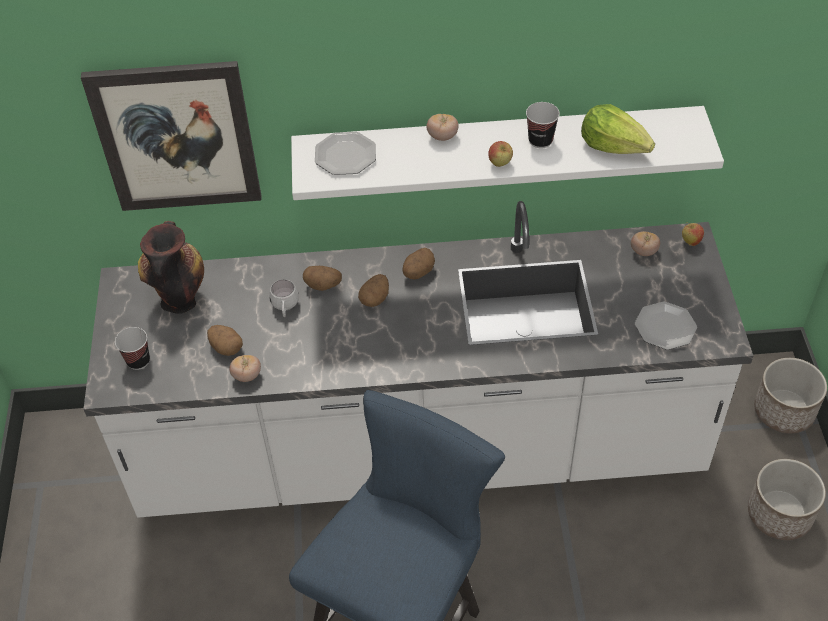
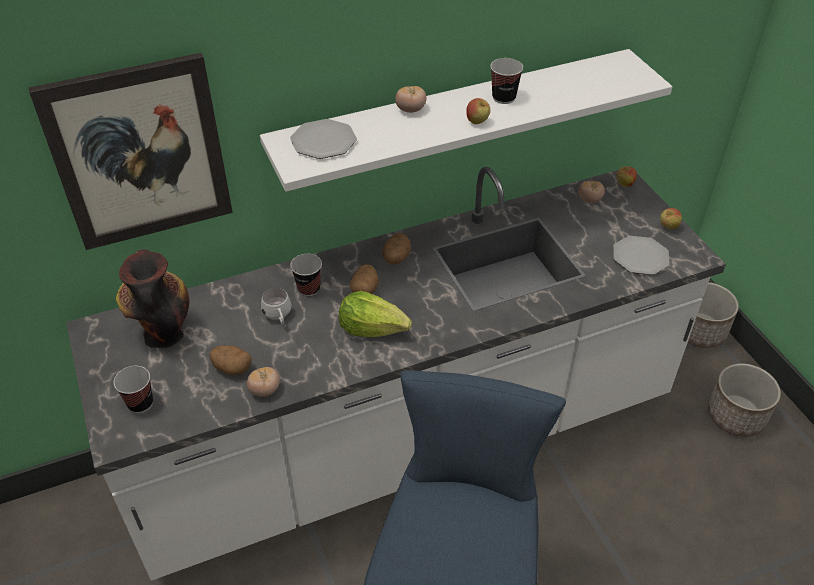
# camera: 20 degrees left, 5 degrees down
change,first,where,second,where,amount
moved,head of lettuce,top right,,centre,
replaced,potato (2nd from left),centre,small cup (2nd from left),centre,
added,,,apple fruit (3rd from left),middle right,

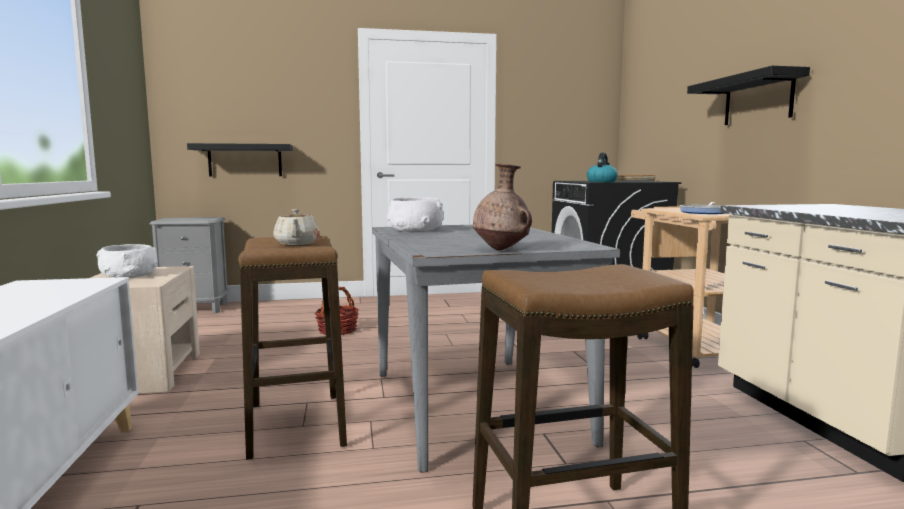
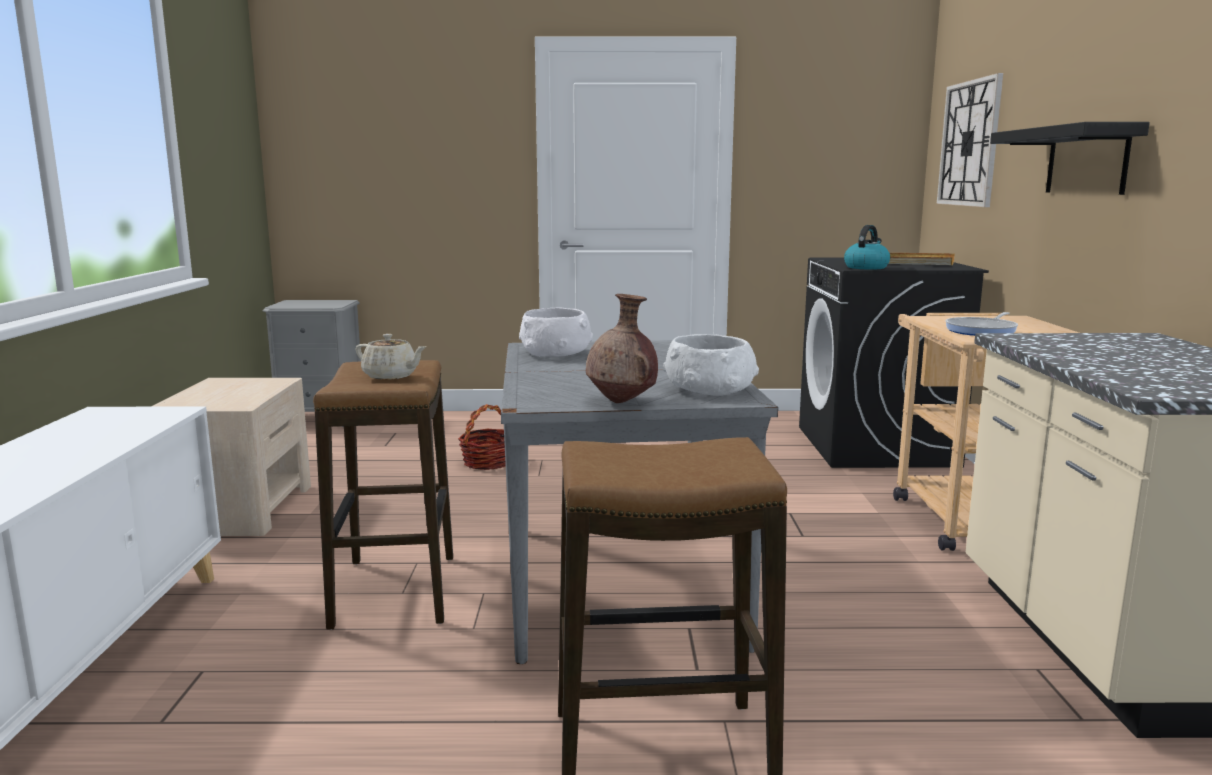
# camera: 10 degrees right, 5 degrees up
change,first,where,second,where,amount
removed,blackish wall shelf (1st from left),top left,,,
turned,beige-coloured tea pot,middle left,,middle left,60 degrees counterclockwise
moved,white serving bowl (1st from left in the first image),middle left,white serving bowl (2nd from left),centre,
added,,,hanging clock,top right,

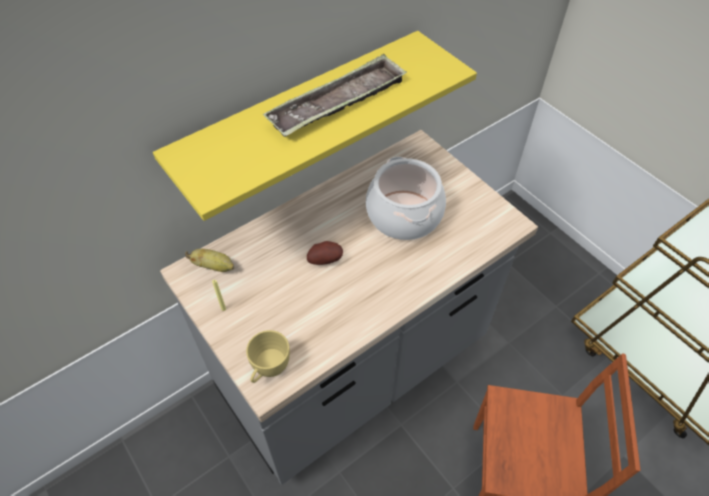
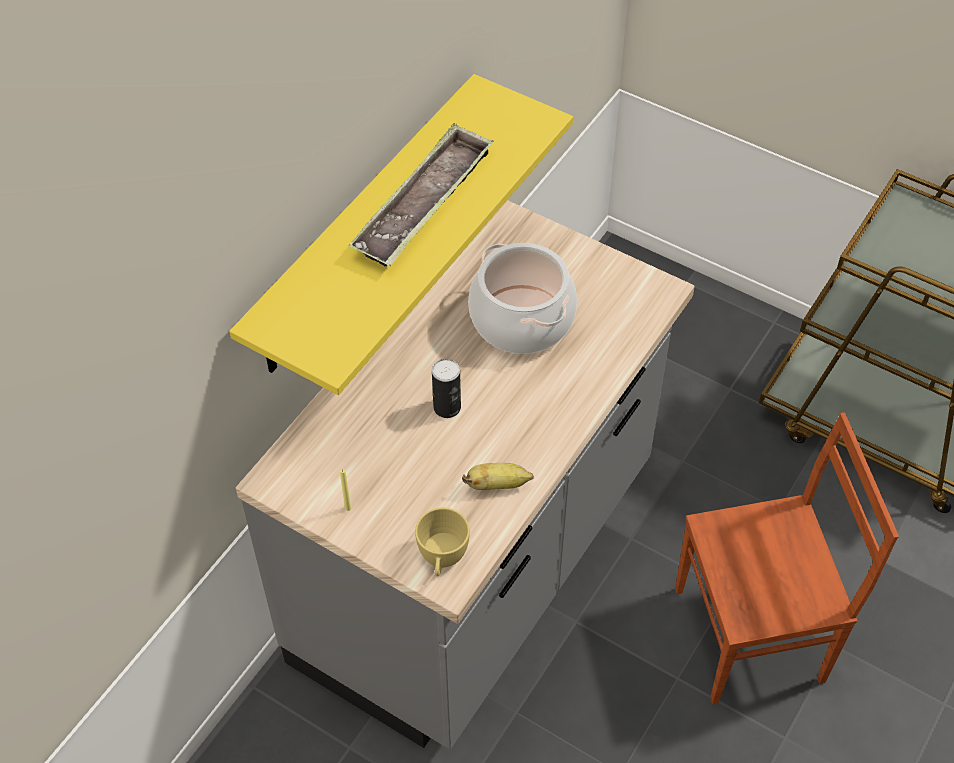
# camera: 20 degrees left, 0 degrees up
change,first,where,second,where,amount
replaced,potato,centre,can,centre,
moved,banana fruit,middle left,,centre,

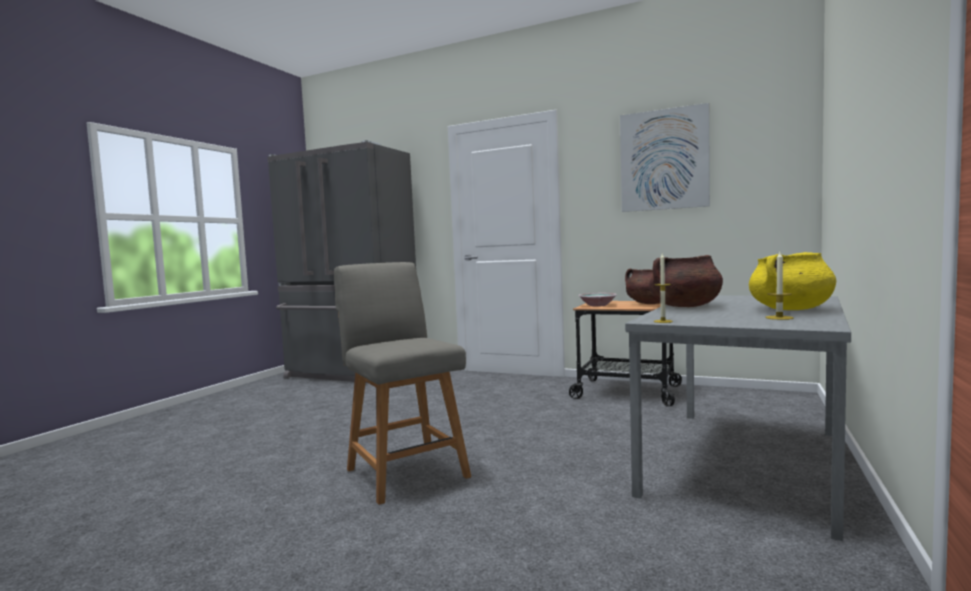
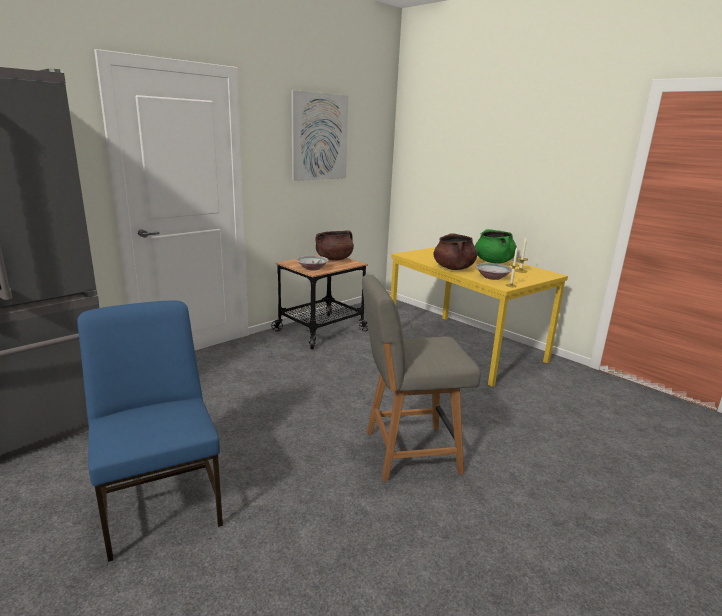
# camera: 70 degrees left, 15 degrees up
change,first,where,second,where,amount
recoloured,yellow-coloured cooking pot,middle right,green cooking pot,middle right,
recoloured,greyish kitchen table,bottom right,yellow-coloured kitchen table,centre,
added,,,serving bowl (2nd from left),middle right,
added,,,blue-coloured plain chair,bottom left,

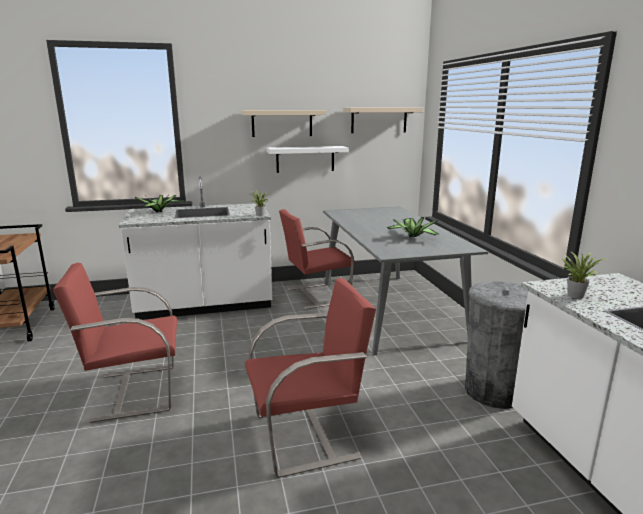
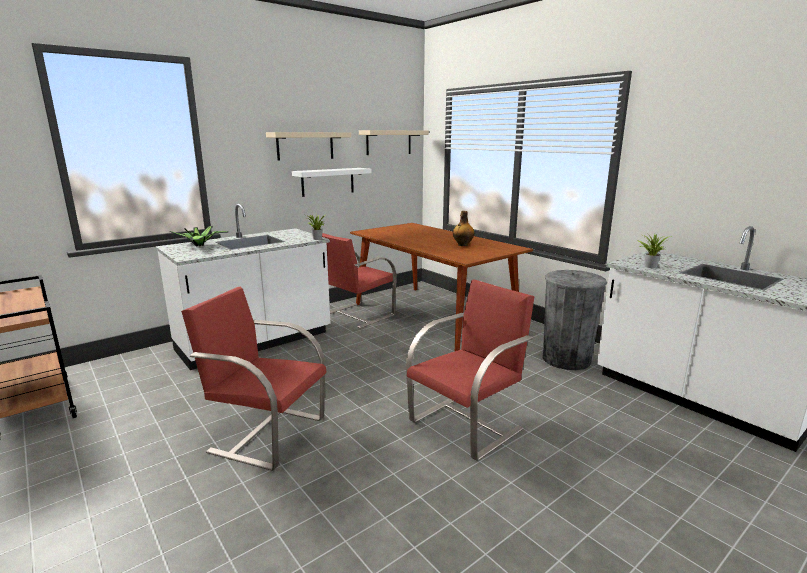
# camera: 25 degrees left, 0 degrees up
change,first,where,second,where,amount
recoloured,greyish kitchen table,centre,brown-coloured kitchen table,centre,
replaced,houseplant (3rd from left),centre,bottle,centre,
turned,red-coloured plain chair (1st from left),bottom left,,middle left,60 degrees clockwise

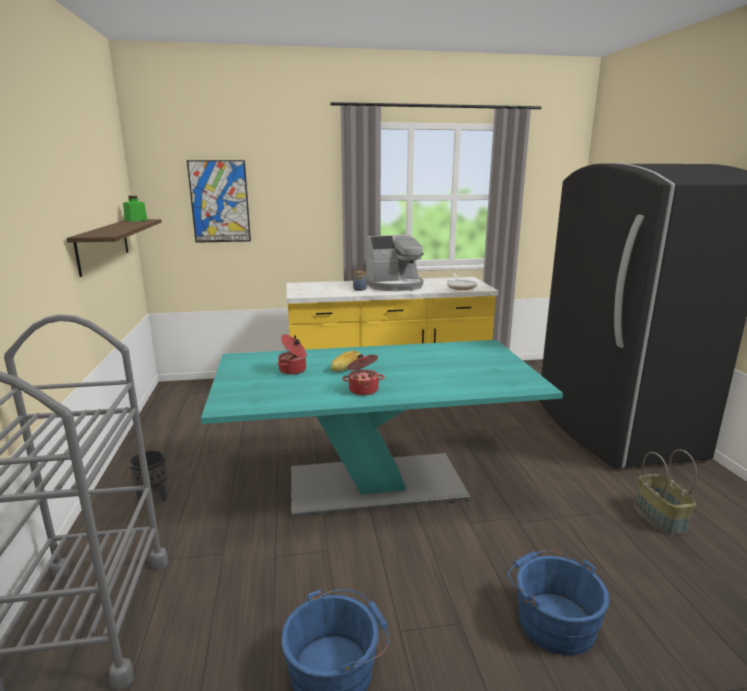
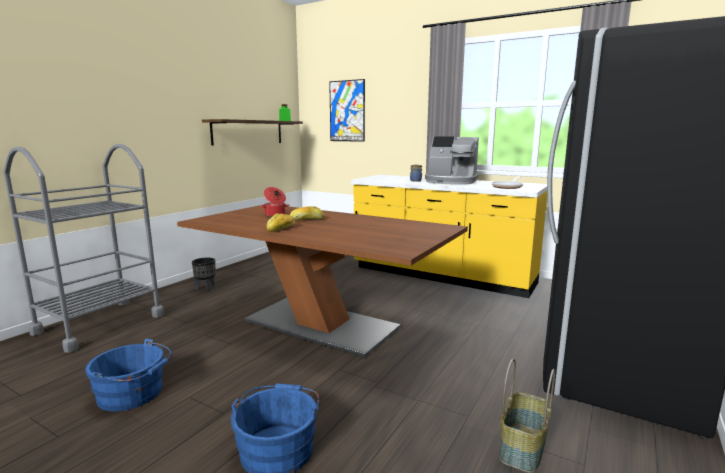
# camera: 40 degrees right, 5 degrees down
change,first,where,second,where,amount
recoloured,turquoise kitchen table,centre,brown-coloured kitchen table,centre,
replaced,cooking pot (2nd from left),centre,bread (1st from left),centre,

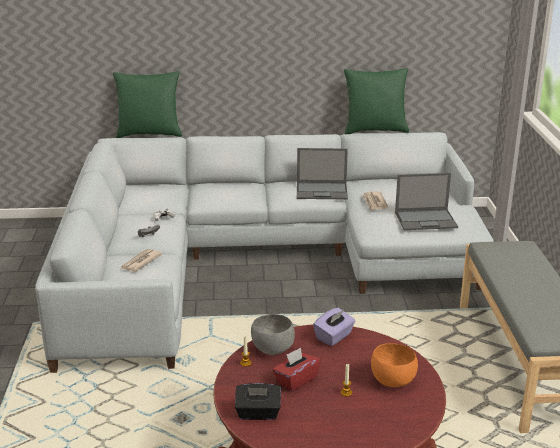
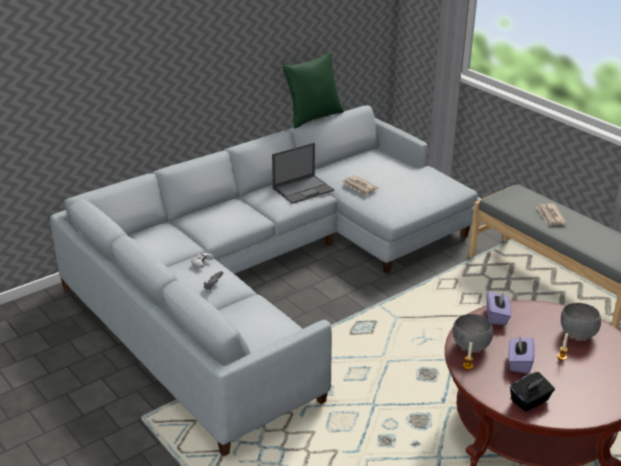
# camera: 35 degrees left, 5 degrees up
change,first,where,second,where,amount
removed,green pillow (1st from left),top left,,,
removed,portable computer (2nd from left),middle right,,,
moved,printed paper (1st from left in the first image),middle left,printed paper (2nd from left),middle right,
recoloured,orange serving bowl,bottom right,greyish serving bowl (2nd from left),bottom right,
recoloured,red-coloured tissue box,bottom centre,purple tissue box (2nd from left),bottom right,

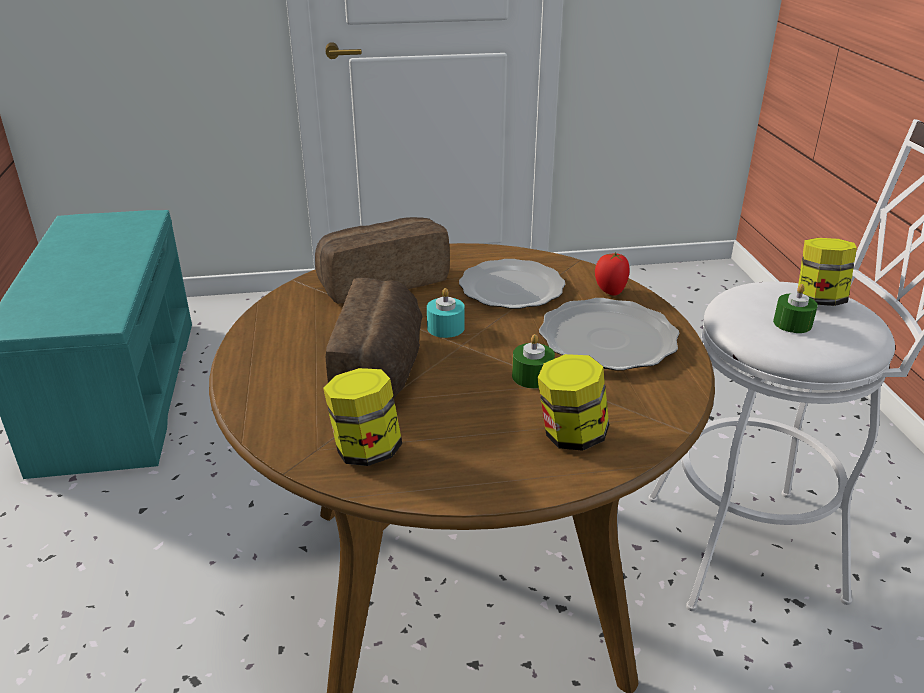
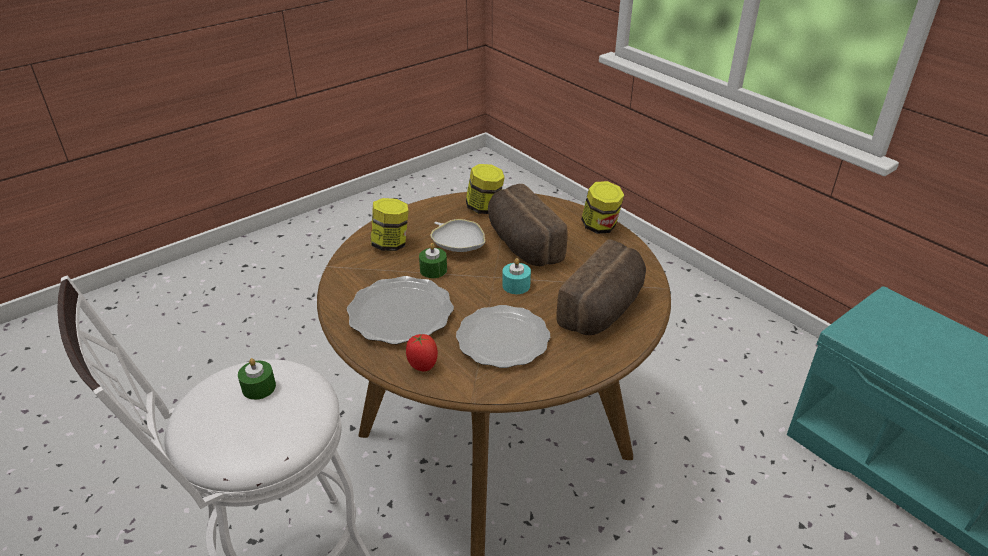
# camera: 150 degrees right, 5 degrees up
change,first,where,second,where,amount
moved,preserve jar (3rd from left),middle right,,centre,
added,,,white serving bowl,centre,

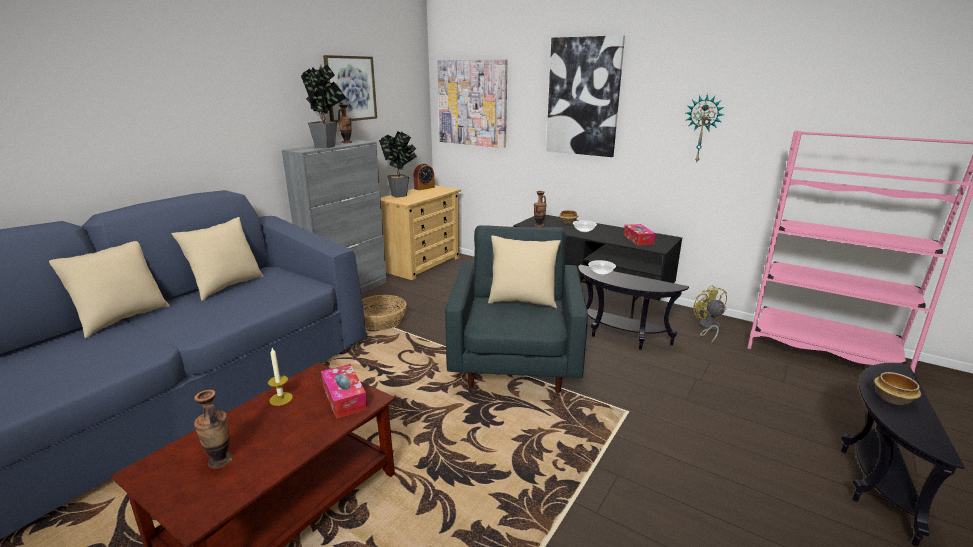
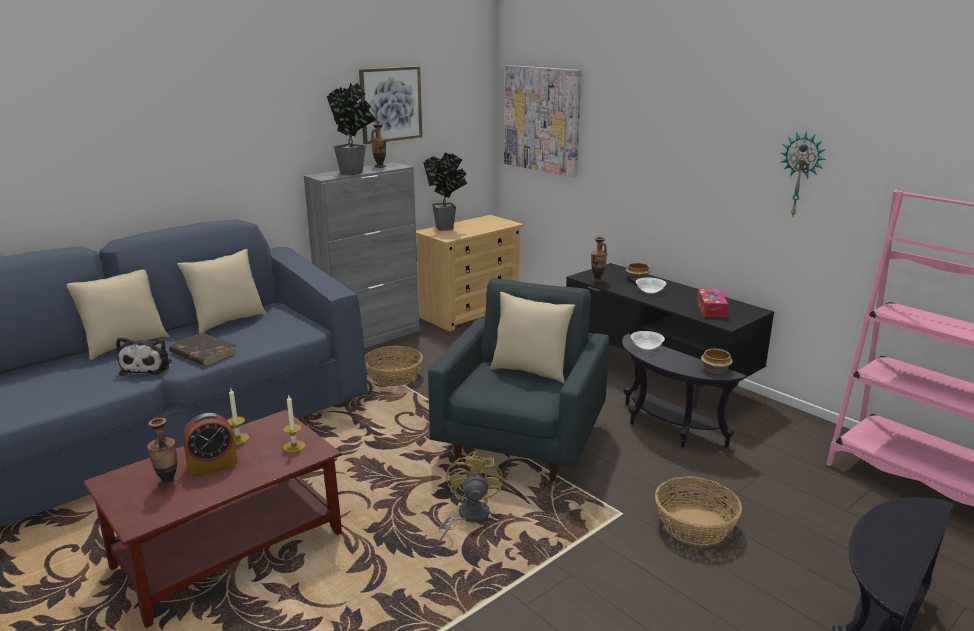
# camera: 15 degrees right, 0 degrees up
change,first,where,second,where,amount
removed,wall art (3rd from left),top centre,,,
moved,alarm clock,top centre,,bottom left,
moved,yellow-coloured fan,middle right,,bottom centre,
replaced,tissue box (1st from left),bottom centre,wax candle (2nd from left),bottom left,
moved,serving bowl (4th from left),bottom right,,middle right,
added,,,brown-coloured bound book,middle left,
added,,,plush toy,middle left,
added,,,basket (2nd from left),bottom right,

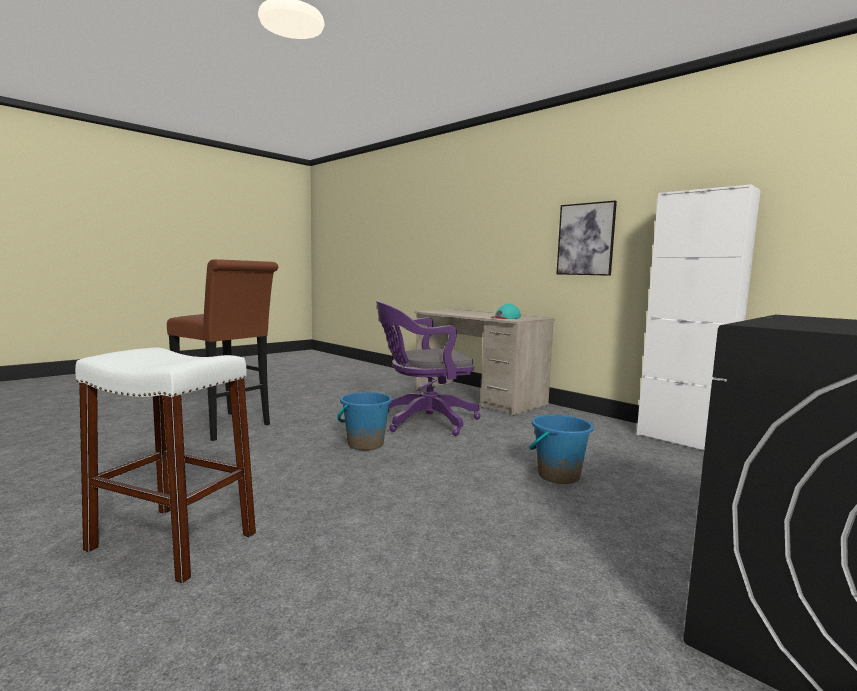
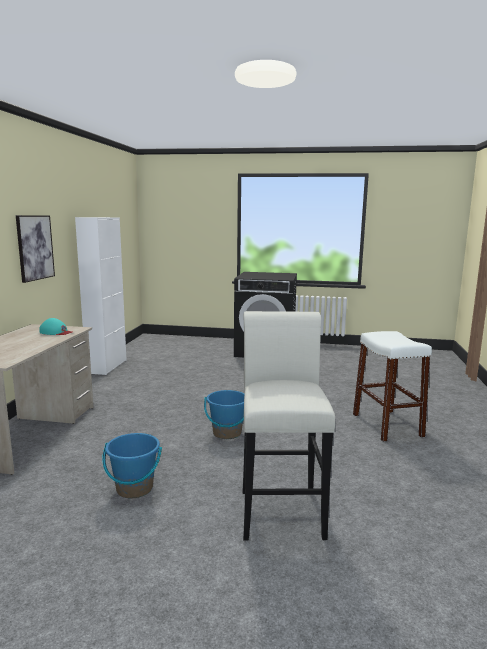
# camera: 125 degrees left, 5 degrees up
change,first,where,second,where,amount
recoloured,brown-coloured sitting stool,middle left,white sitting stool (1st from left),centre,
removed,purple office chair,centre,,,
moved,blue-coloured water bucket (2nd from left in the first image),centre,blue-coloured water bucket (1st from left),bottom left,

